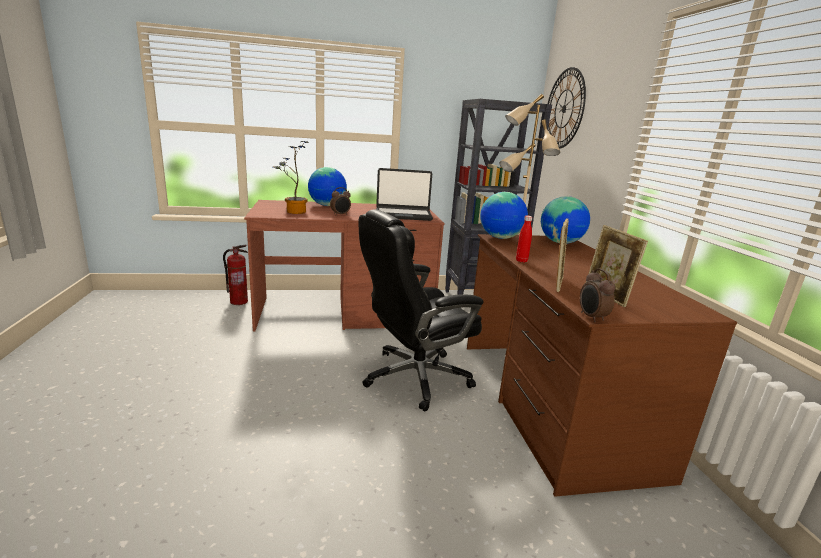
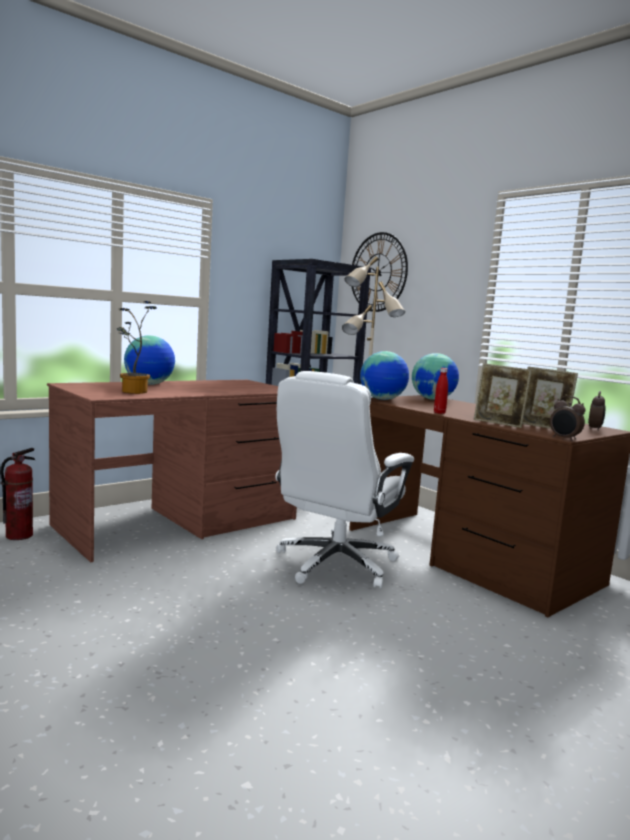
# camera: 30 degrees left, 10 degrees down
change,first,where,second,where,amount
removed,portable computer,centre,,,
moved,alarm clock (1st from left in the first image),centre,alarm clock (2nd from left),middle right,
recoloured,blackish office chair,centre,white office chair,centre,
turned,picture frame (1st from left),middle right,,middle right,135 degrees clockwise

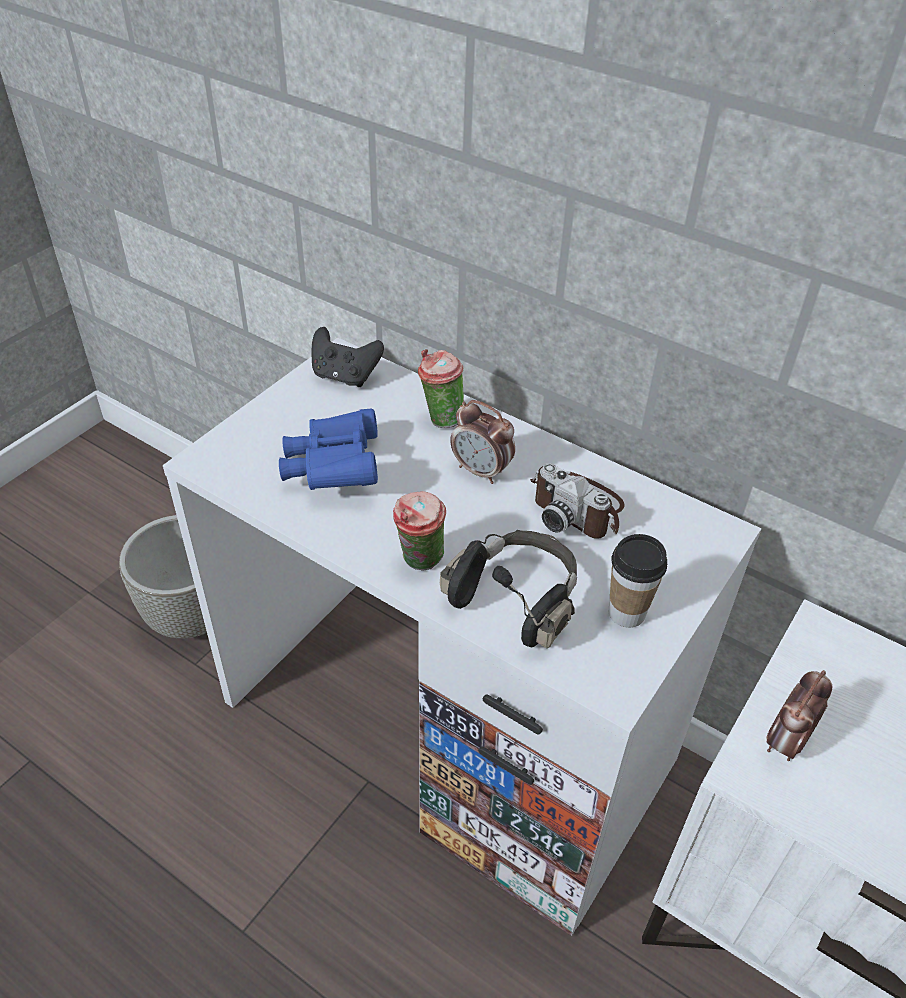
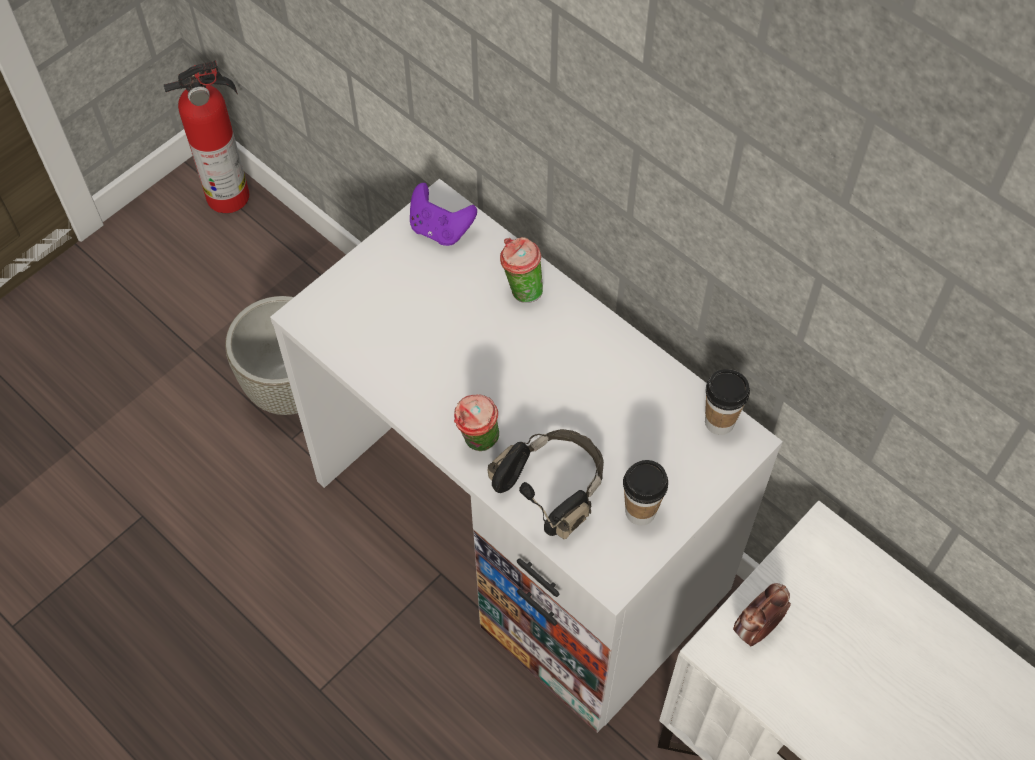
# camera: 10 degrees right, 15 degrees up
change,first,where,second,where,amount
recoloured,blackish joypad,centre,purple joypad,top centre,
removed,alarm clock (1st from left),centre,,,
removed,blue-coloured pair of binoculars,centre,,,
removed,still camera,centre,,,
added,,,extinguisher,top left,
added,,,small cup (4th from left),middle right,

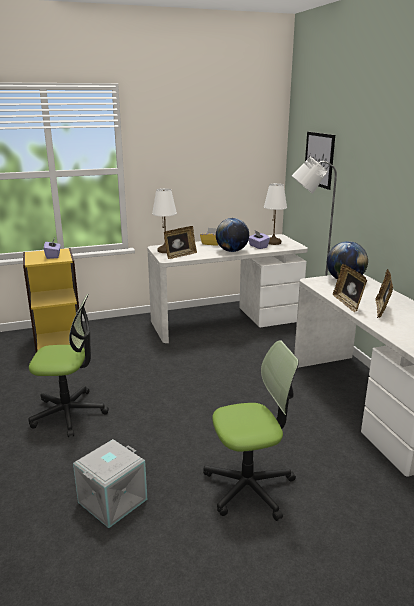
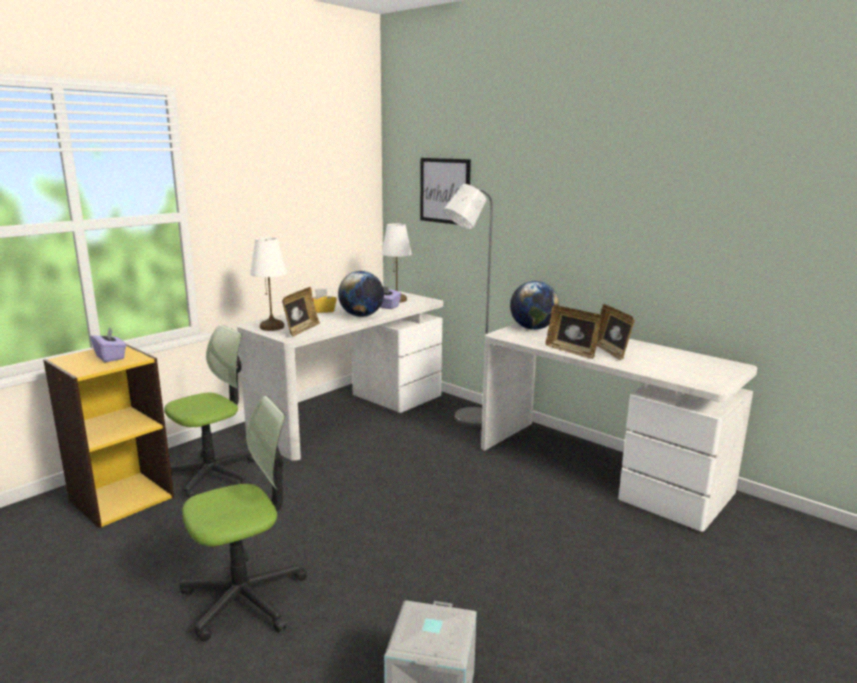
# camera: 30 degrees left, 5 degrees down
change,first,where,second,where,amount
moved,office chair (2nd from left in the first image),bottom centre,office chair (1st from left),middle left,

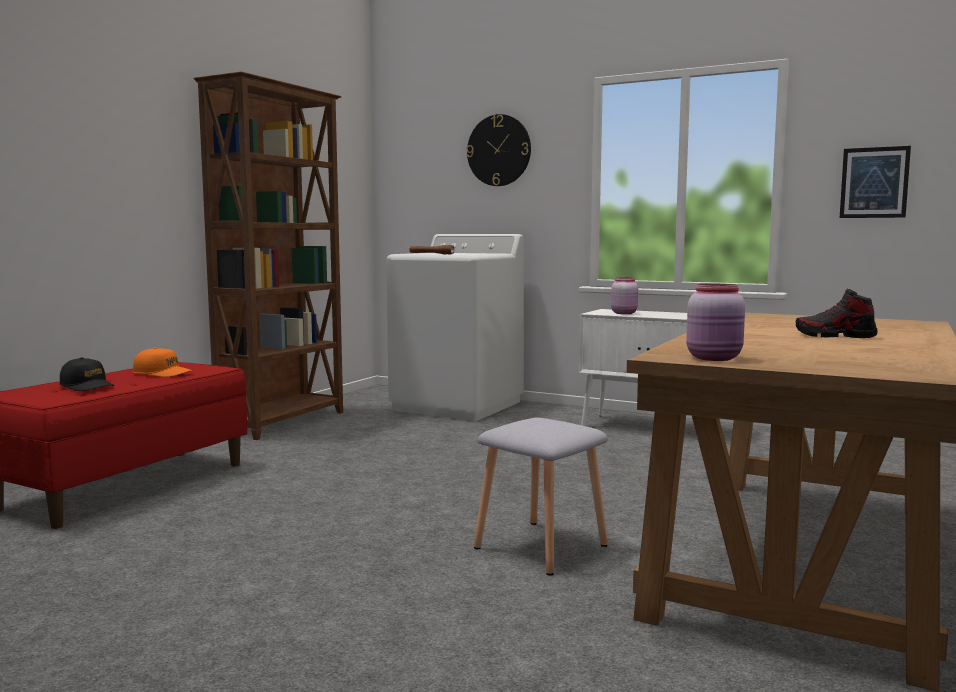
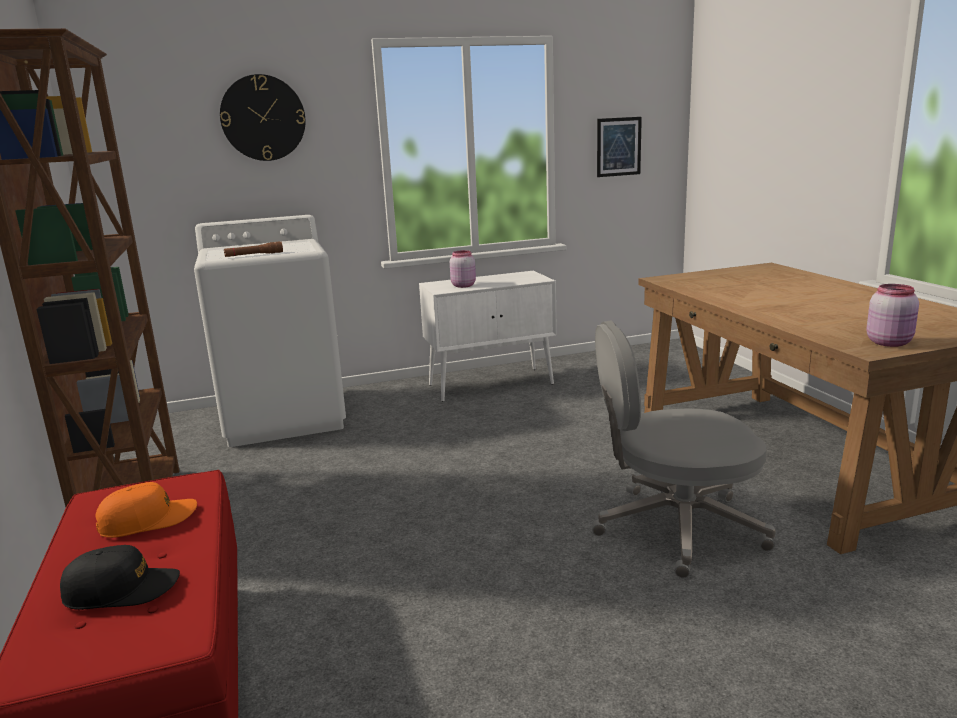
# camera: 45 degrees left, 10 degrees up
change,first,where,second,where,amount
removed,item of footwear,middle right,,,
replaced,greyish sitting stool,bottom centre,greyish office chair,middle right,

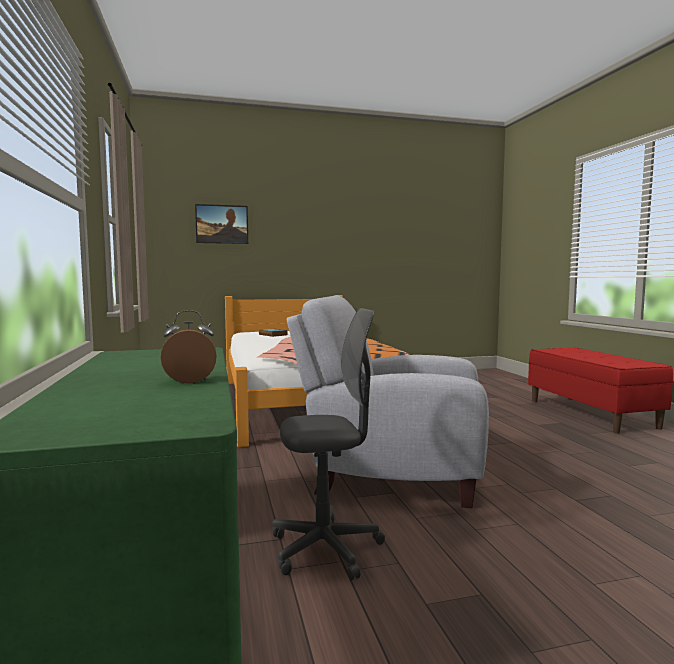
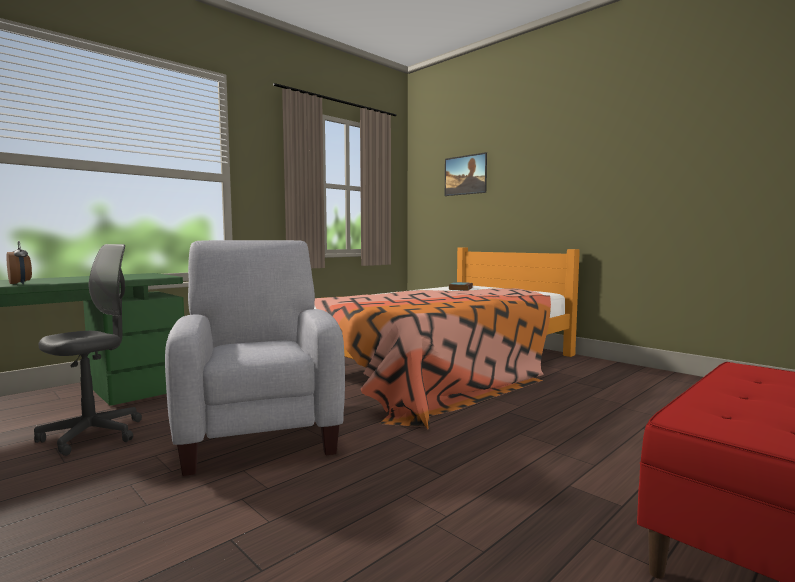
# camera: 60 degrees right, 0 degrees up
change,first,where,second,where,amount
turned,greyish office chair,bottom centre,,middle left,105 degrees counterclockwise

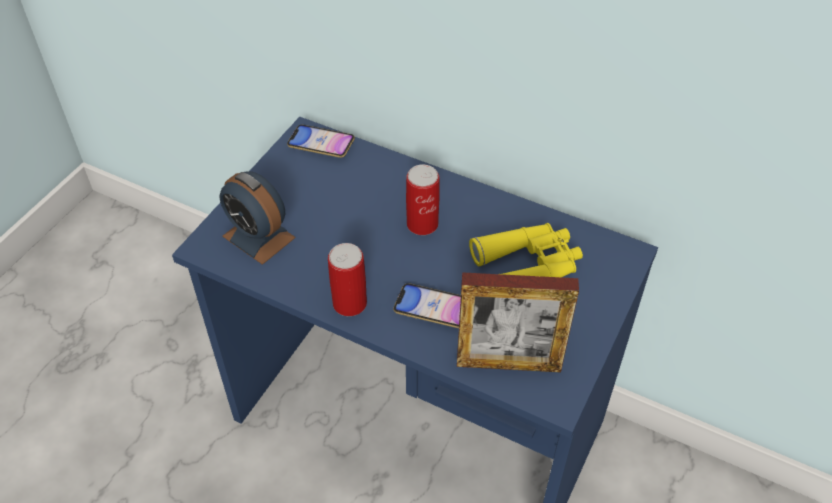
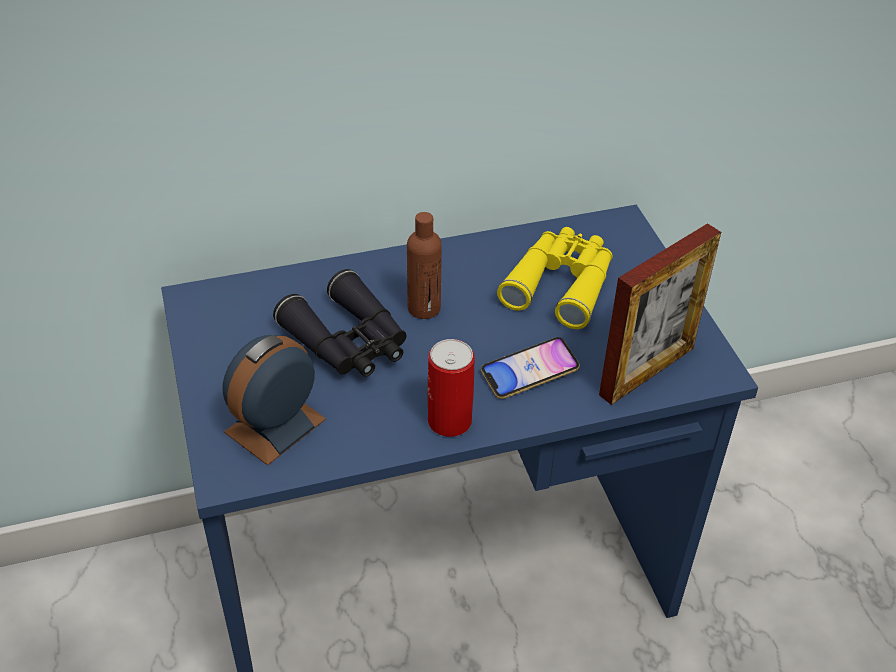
# camera: 45 degrees left, 5 degrees down
change,first,where,second,where,amount
removed,telephone (1st from left),top centre,,,
replaced,can (2nd from left),centre,brown-coloured bottle,centre,
turned,alarm clock,middle left,,middle left,135 degrees clockwise
added,,,blackish pair of binoculars,centre,

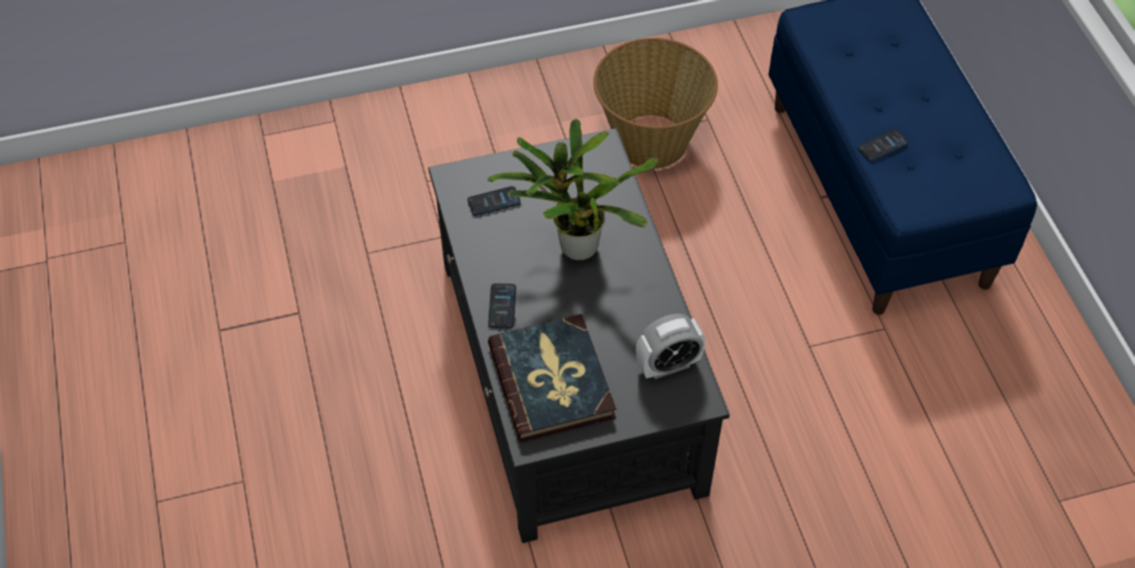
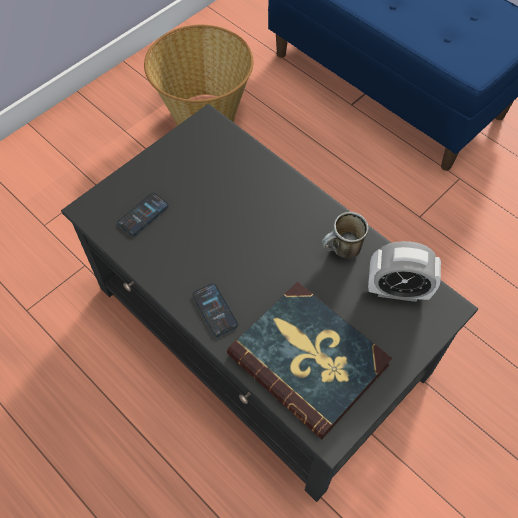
# camera: 30 degrees left, 5 degrees up
change,first,where,second,where,amount
removed,houseplant,top centre,,,
removed,telephone (3rd from left),top right,,,
turned,alarm clock,centre,,middle right,60 degrees clockwise
added,,,mug,centre,

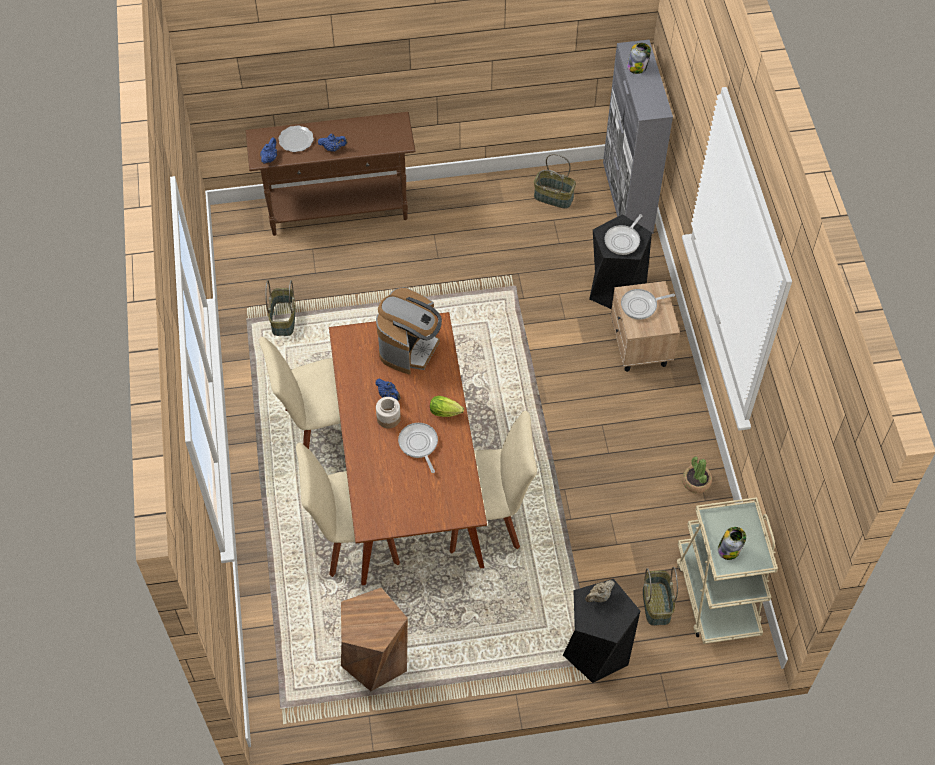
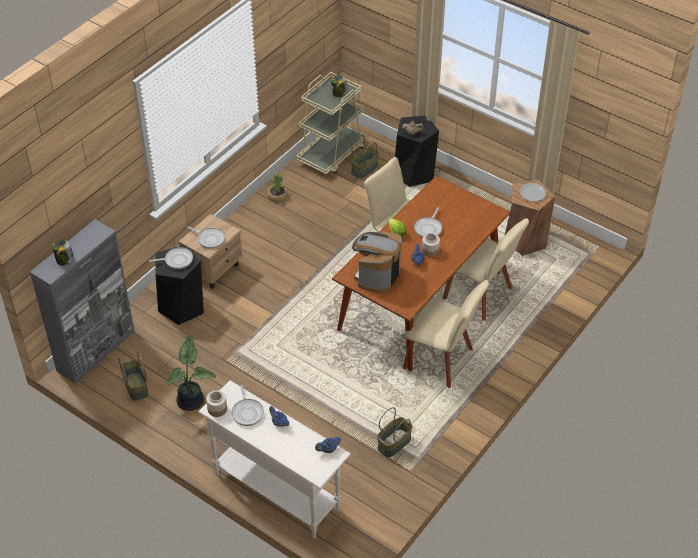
# camera: 135 degrees left, 10 degrees down
change,first,where,second,where,amount
recoloured,brown-coloured hall table,top centre,white hall table,bottom centre,
moved,flat dish,top left,,middle right,
turned,coffee maker,centre,,centre,45 degrees counterclockwise
added,,,houseplant (1st from left),bottom left,
added,,,pan (3rd from left),bottom centre,
added,,,preserve jar (2nd from left),bottom left,

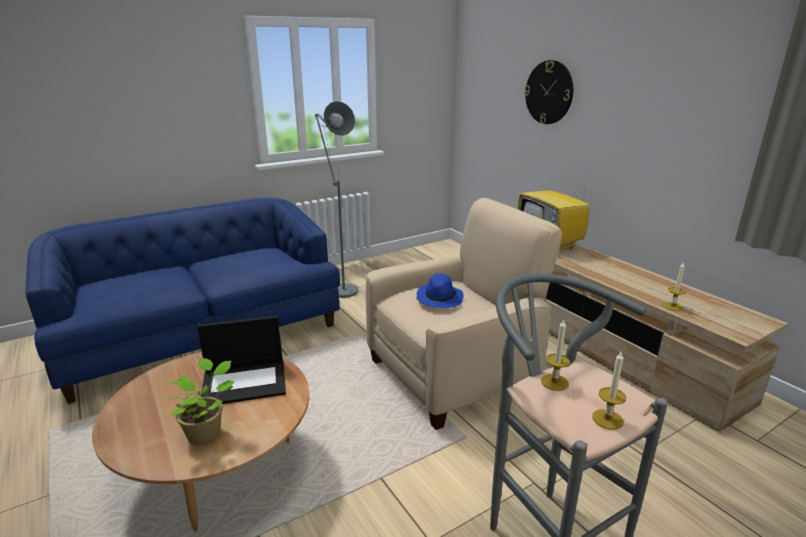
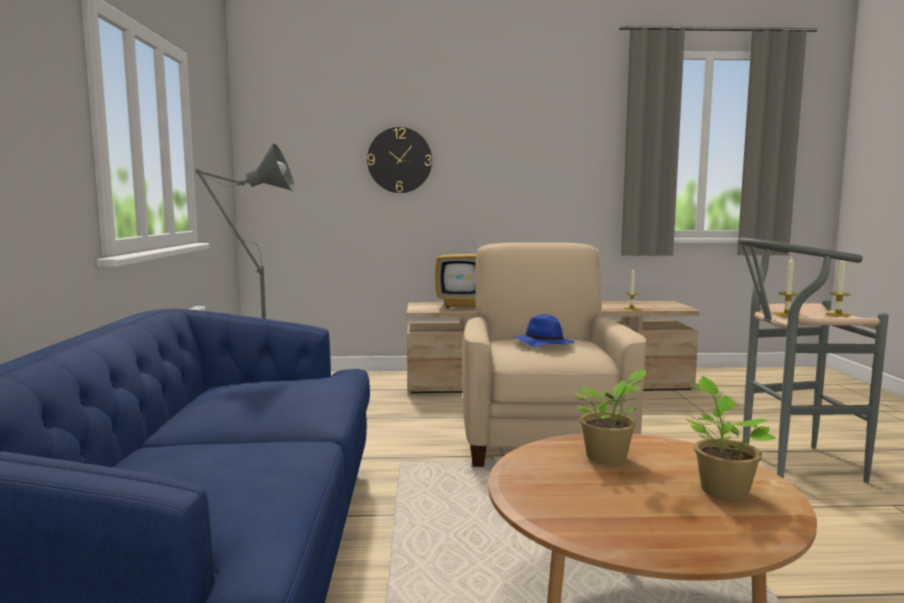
# camera: 60 degrees left, 15 degrees down
change,first,where,second,where,amount
replaced,portable computer,bottom left,houseplant (1st from left),bottom right,

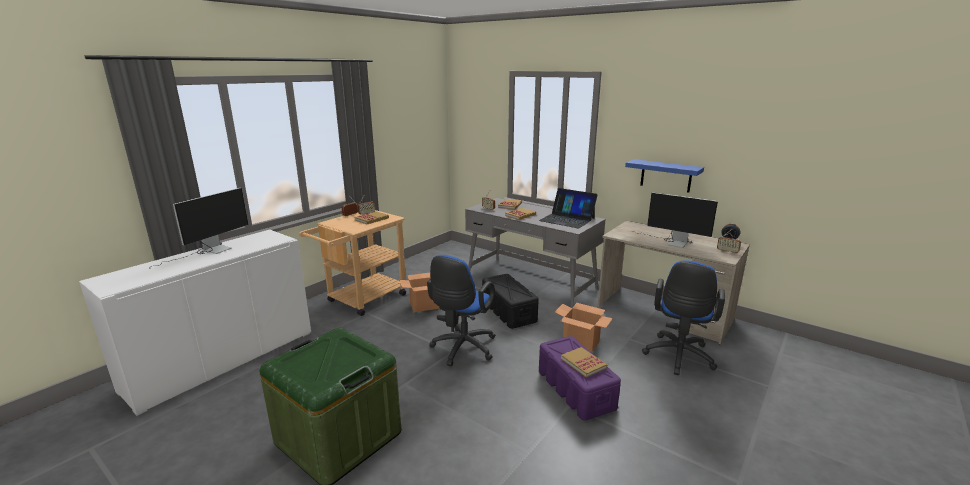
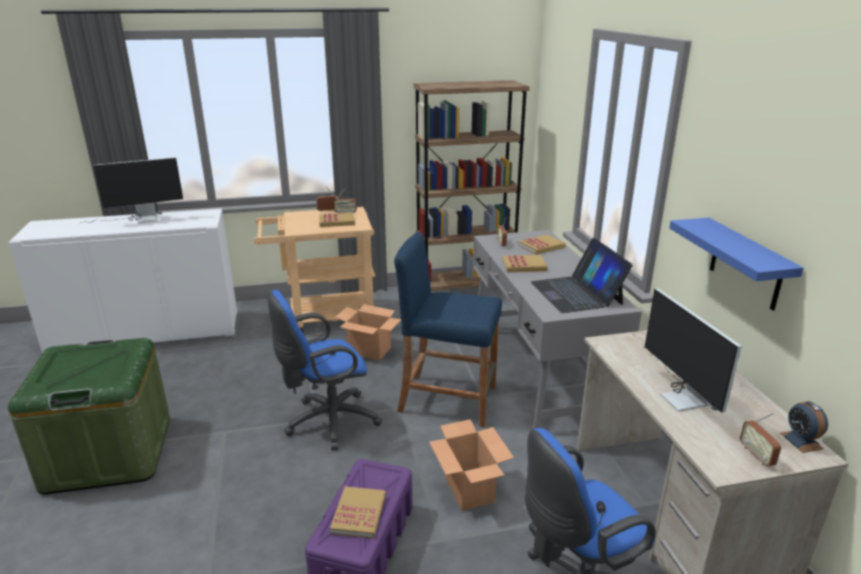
# camera: 40 degrees right, 5 degrees up
change,first,where,second,where,amount
replaced,blackish storage bin,centre,blue-coloured sitting stool,centre,
added,,,brown-coloured bookshelf,top centre,

